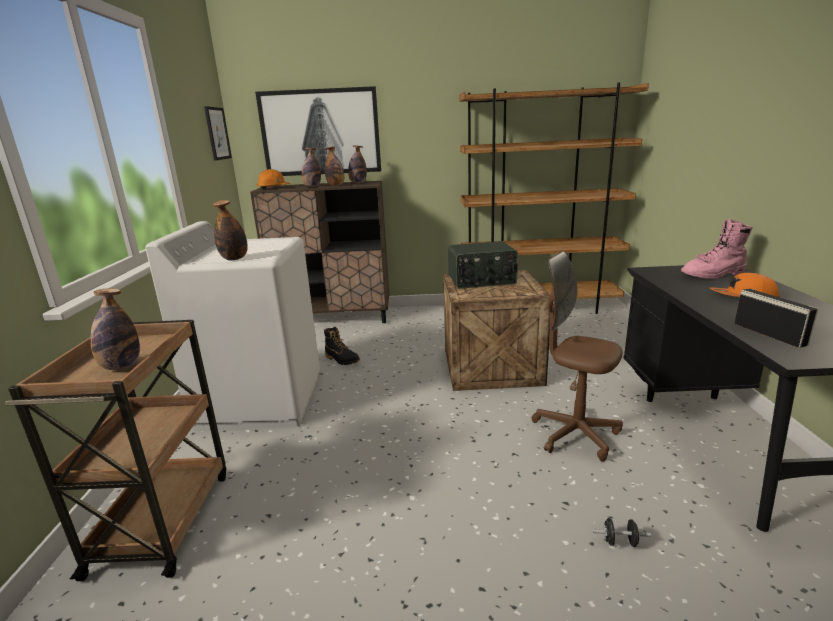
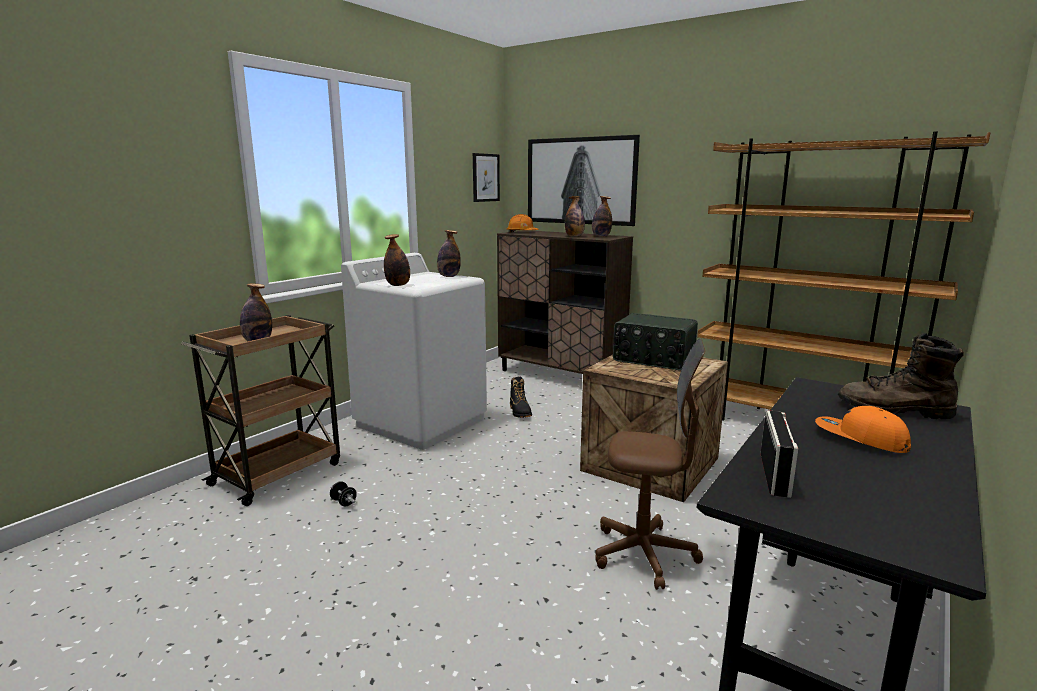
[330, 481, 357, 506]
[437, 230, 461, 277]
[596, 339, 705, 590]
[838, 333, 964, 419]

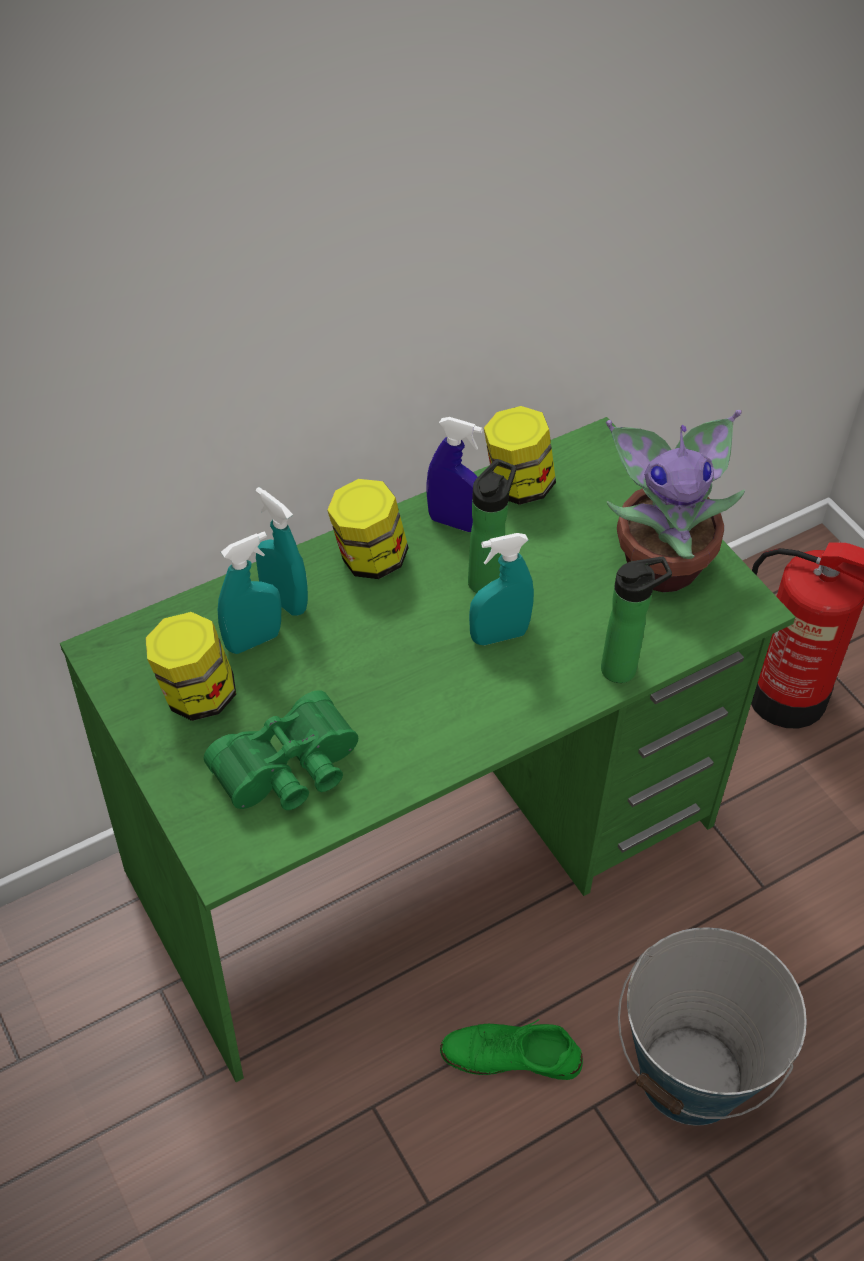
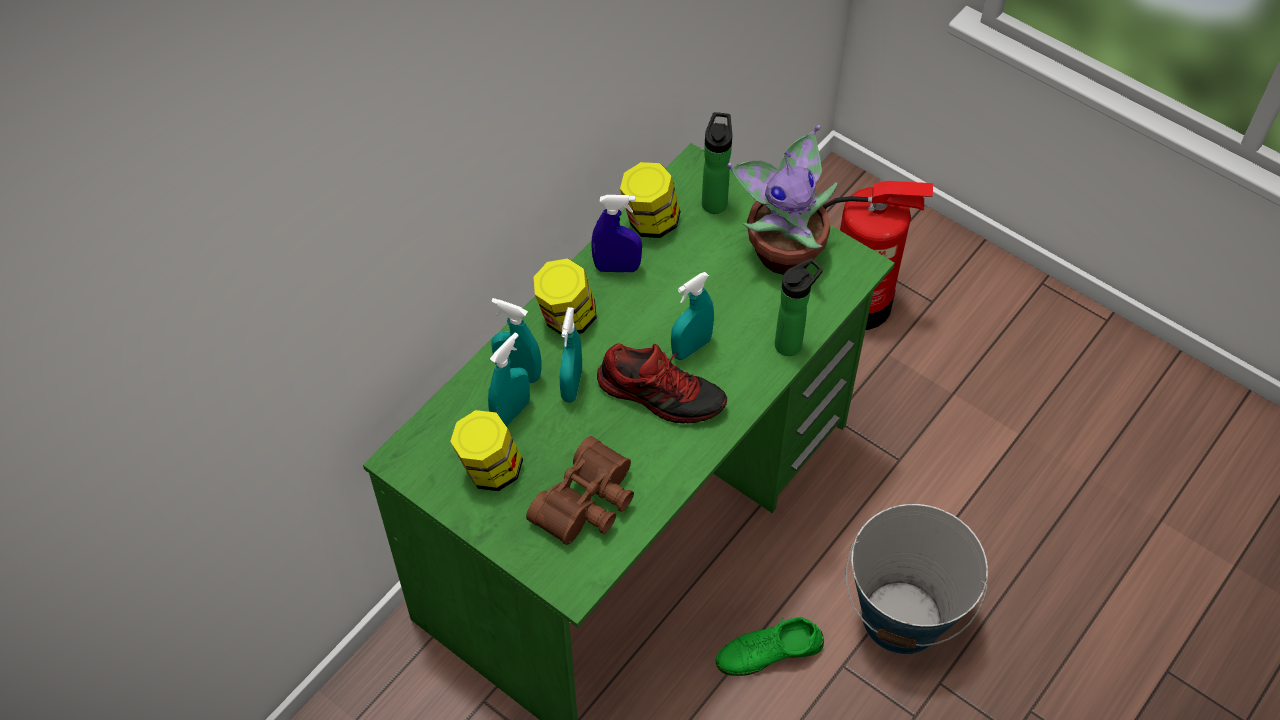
[526, 436, 634, 545]
[560, 307, 582, 403]
[597, 343, 727, 423]
[702, 112, 733, 214]

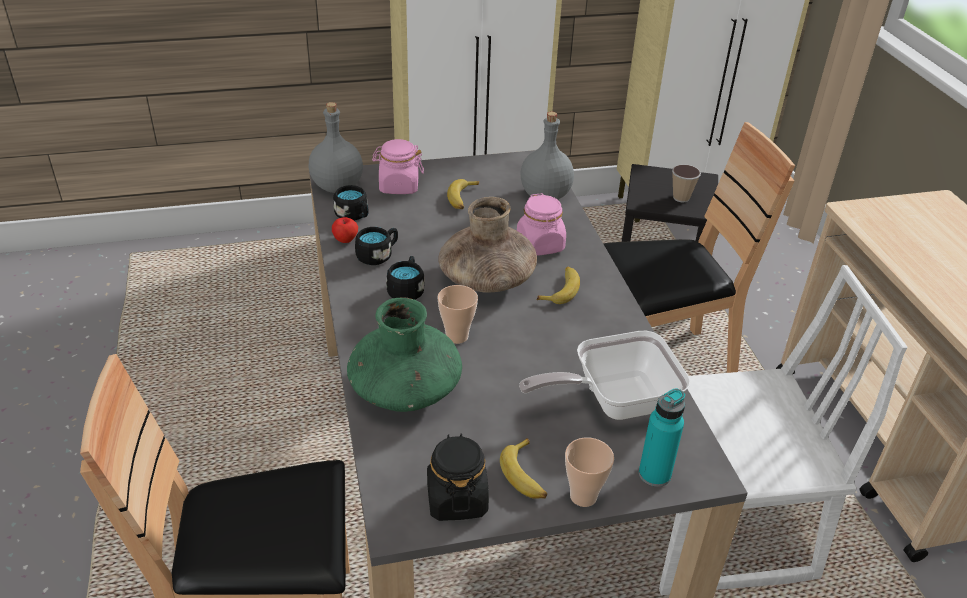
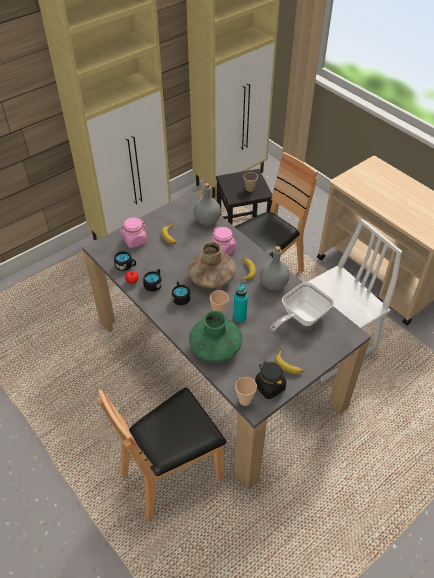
[233, 284, 248, 322]
[235, 377, 257, 406]
[260, 246, 290, 290]

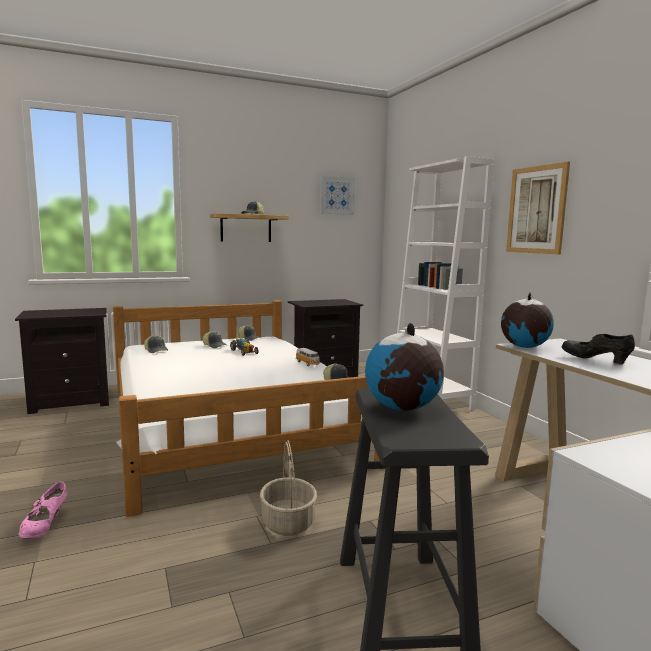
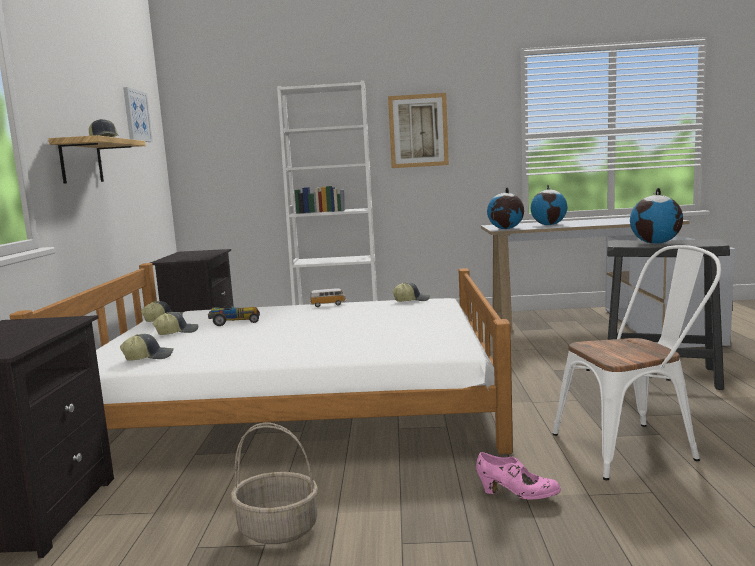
[231, 423, 318, 544]
[531, 185, 567, 225]
[552, 245, 721, 480]

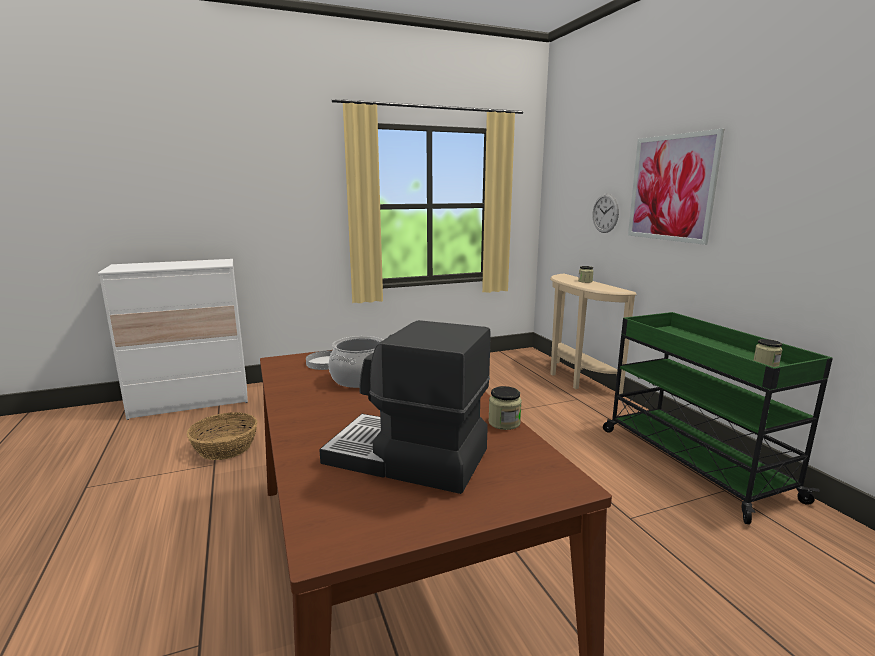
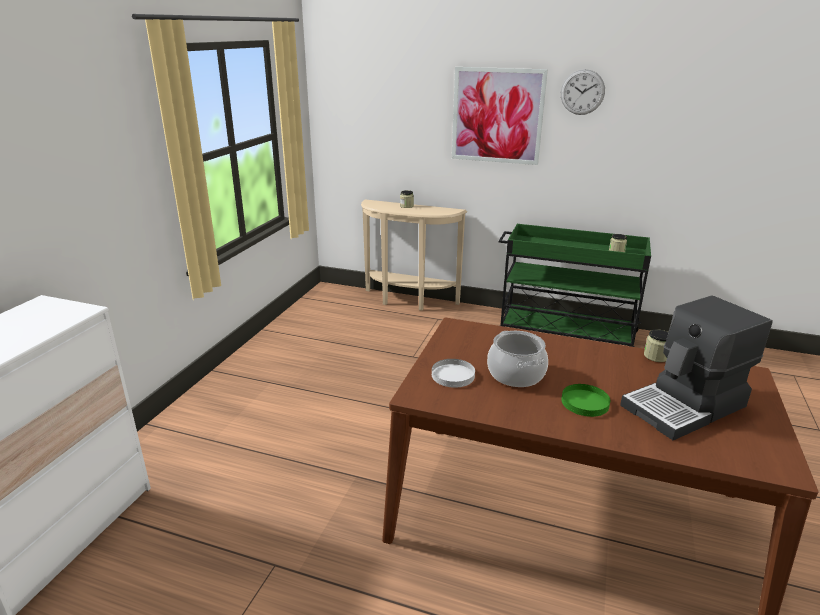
[561, 69, 605, 115]
[561, 384, 610, 417]
[187, 412, 258, 460] (first image)

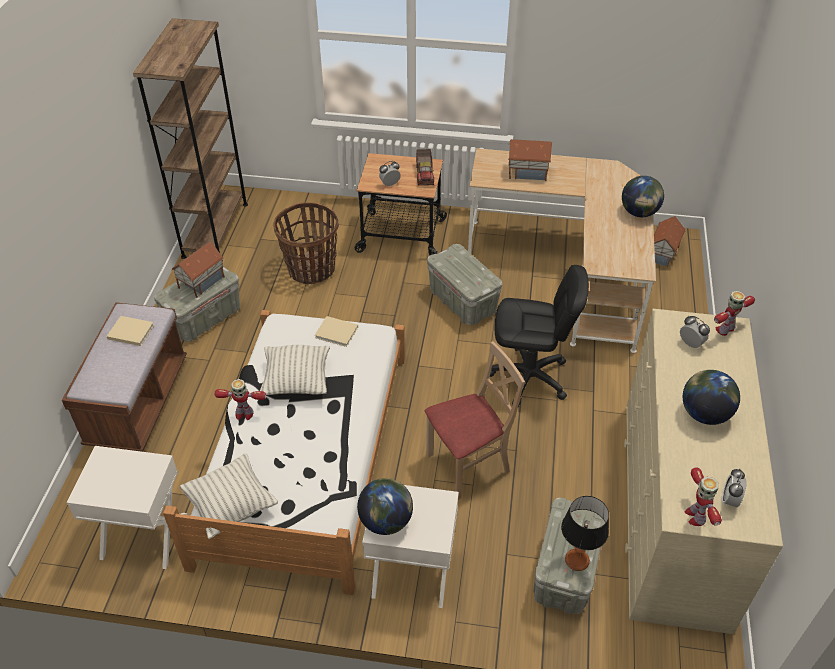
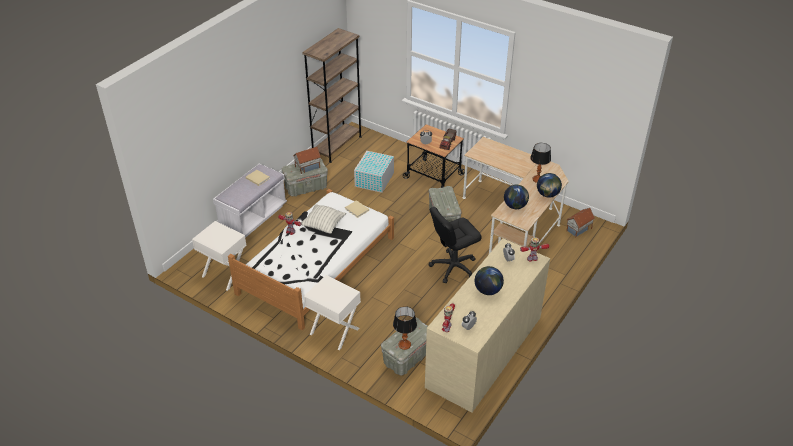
[213, 164, 287, 238]
[354, 151, 394, 193]
[429, 207, 482, 283]
[504, 185, 529, 209]
[530, 143, 551, 183]
[180, 453, 278, 539] (first image)
[425, 341, 525, 499] (first image)
[508, 139, 552, 181] (first image)

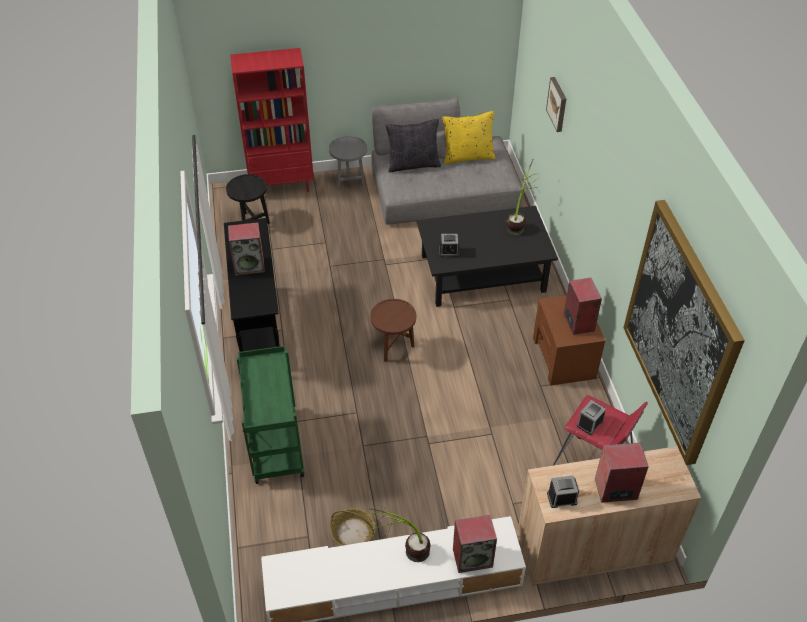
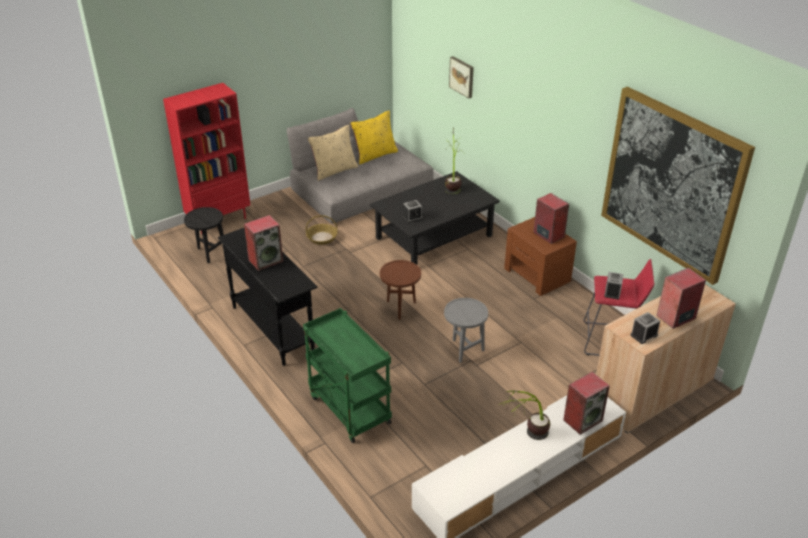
[306, 215, 338, 245]
[308, 125, 358, 181]
[444, 298, 488, 363]

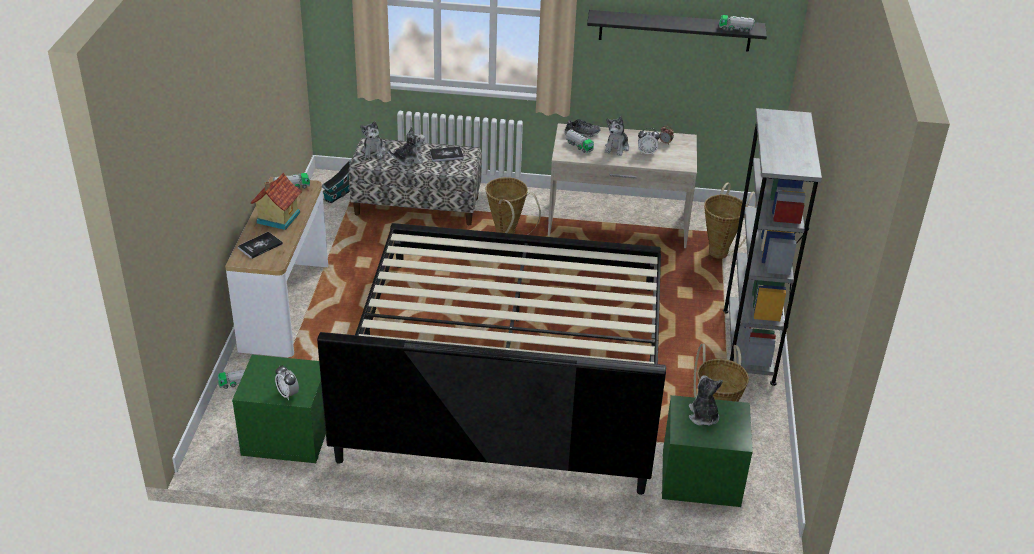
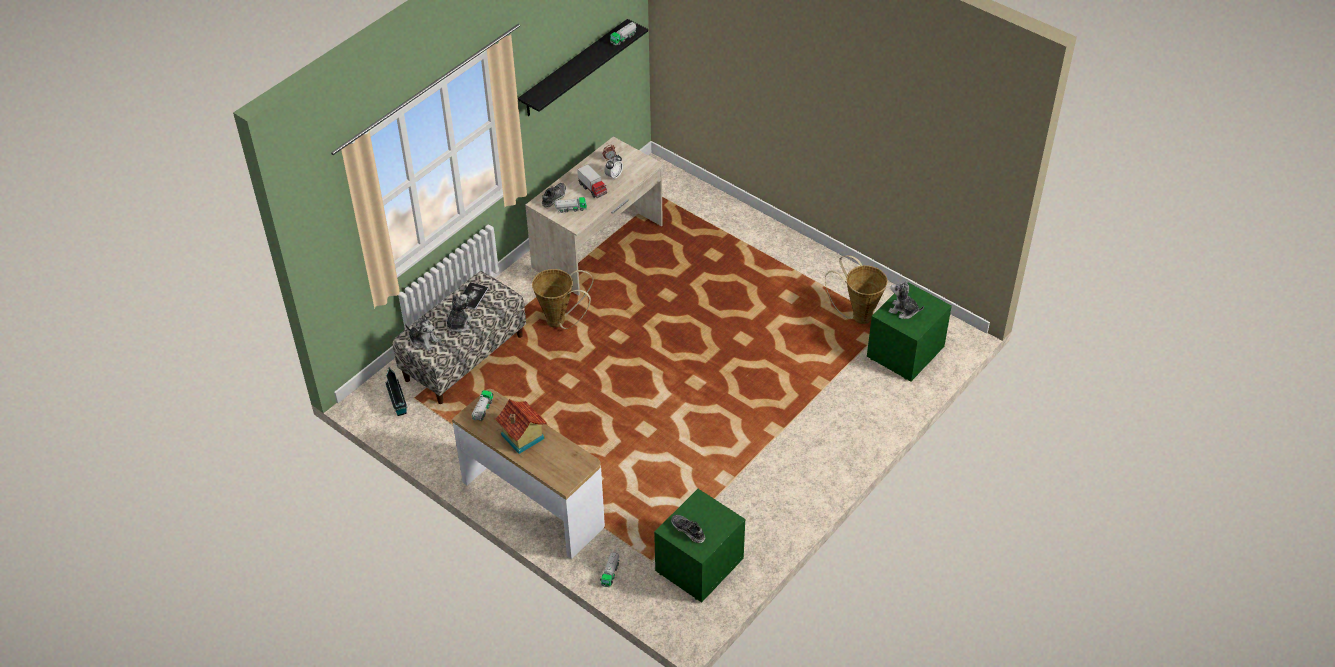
[577, 164, 607, 198]
[671, 515, 705, 543]
[238, 232, 283, 259] (first image)
[275, 365, 299, 400] (first image)
[317, 223, 666, 495] (first image)
[704, 183, 756, 259] (first image)
[723, 108, 822, 386] (first image)

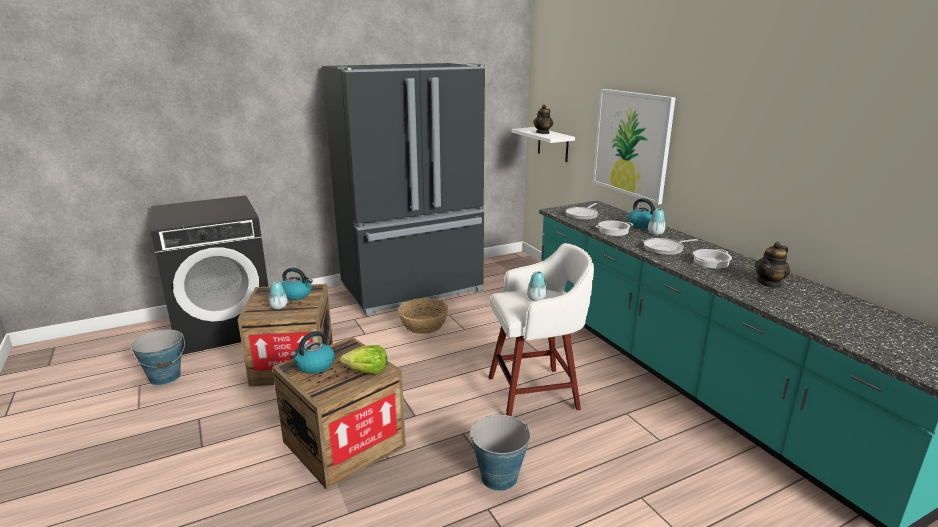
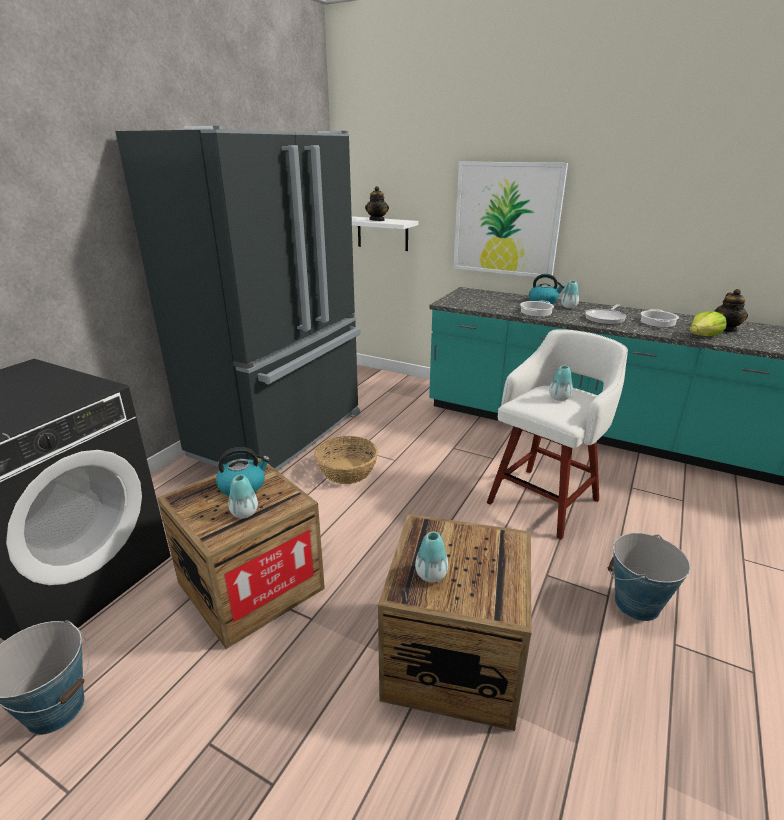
[415, 531, 448, 582]
[690, 311, 727, 336]
[566, 203, 598, 220] (first image)

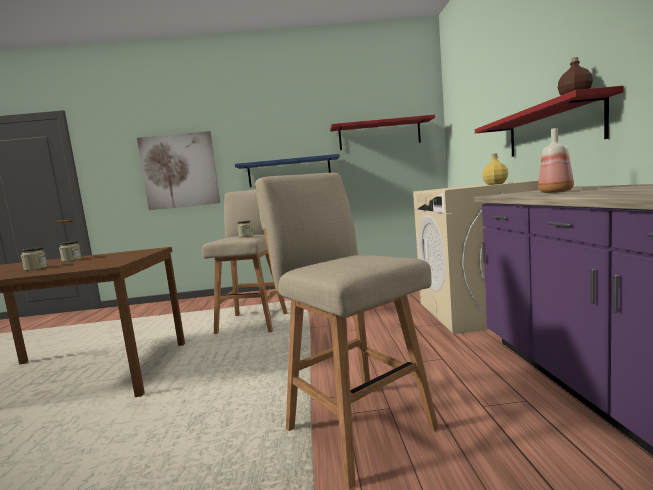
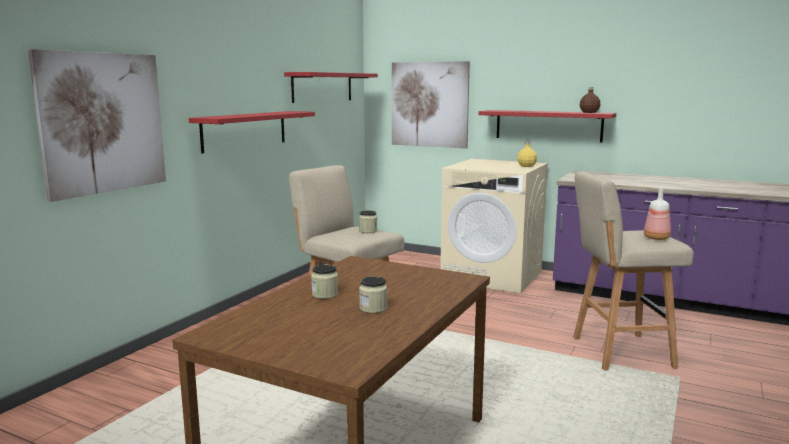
[189, 111, 315, 153]
[392, 61, 470, 148]
[644, 188, 671, 240]

